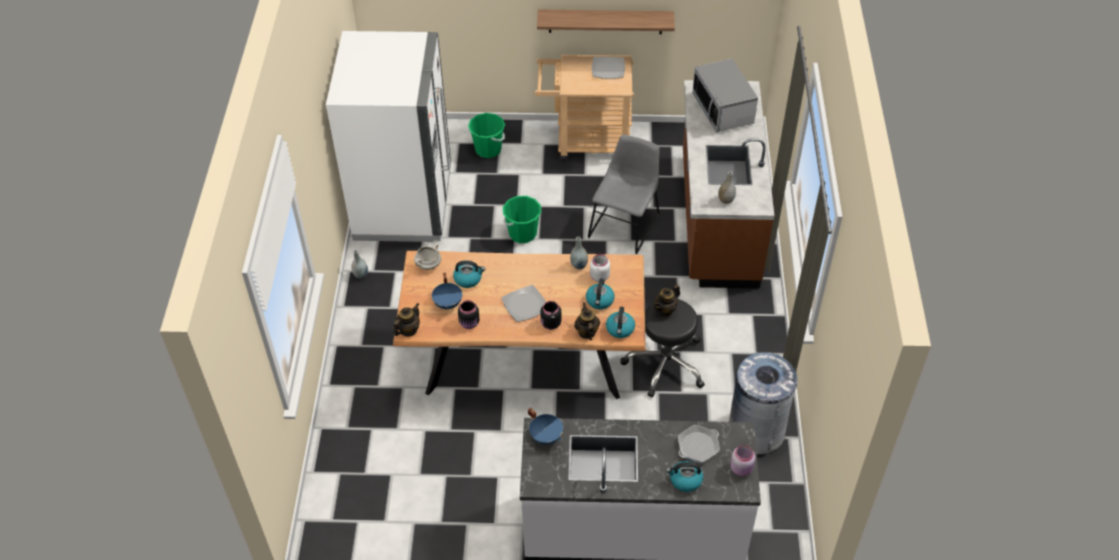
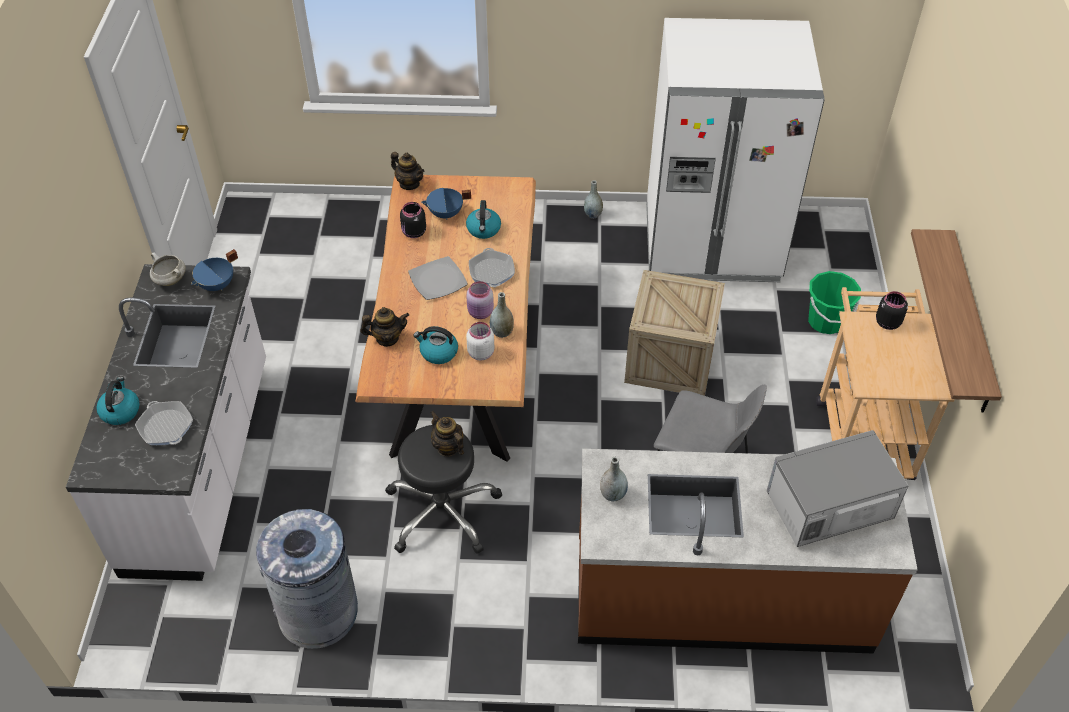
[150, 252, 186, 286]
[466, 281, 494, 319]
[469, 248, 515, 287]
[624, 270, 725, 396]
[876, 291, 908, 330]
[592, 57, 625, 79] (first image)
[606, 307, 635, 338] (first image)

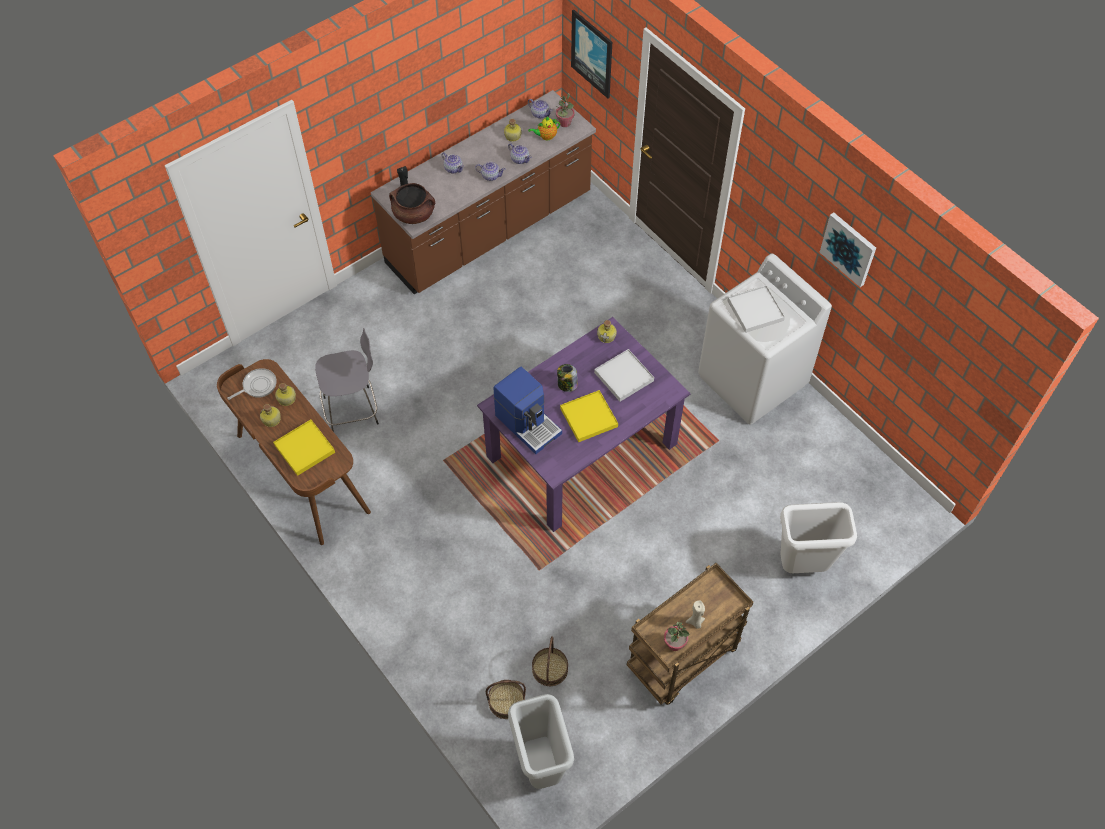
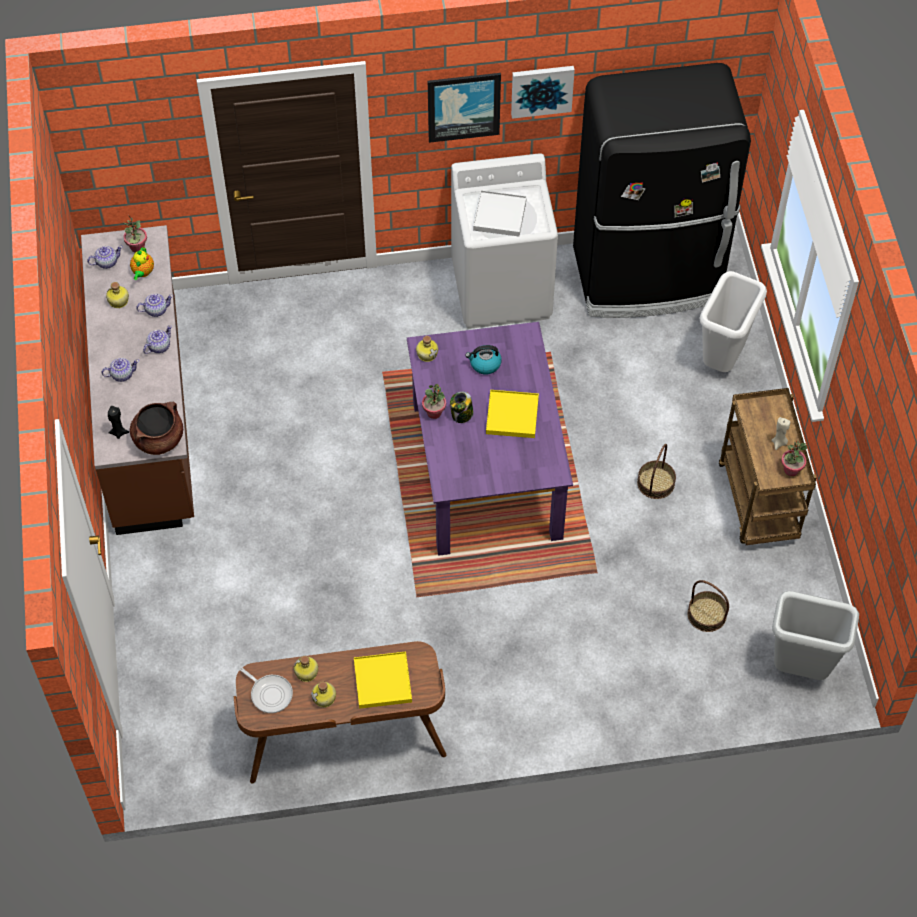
[239, 667, 293, 713]
[422, 384, 446, 419]
[428, 73, 501, 143]
[465, 345, 502, 374]
[573, 63, 751, 318]
[637, 444, 676, 499]
[315, 328, 379, 432] (first image)
[493, 367, 562, 454] (first image)

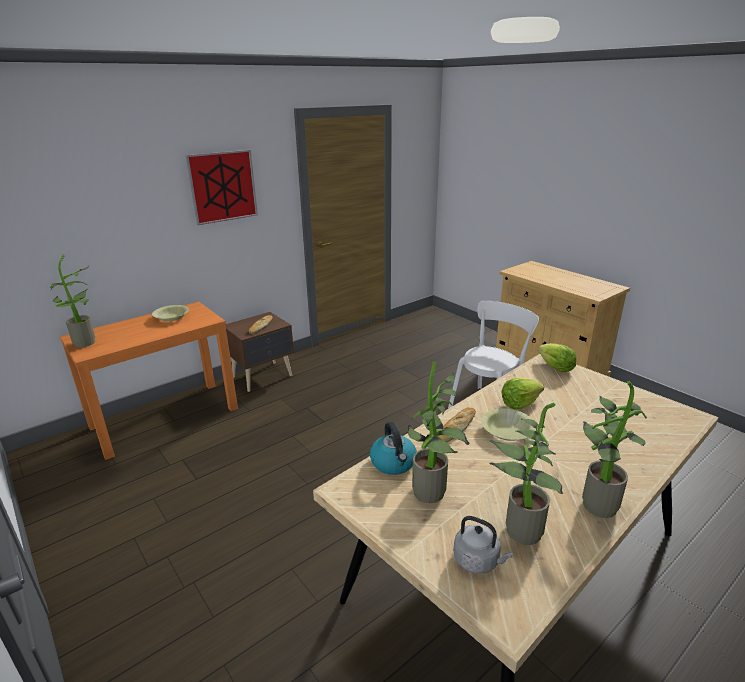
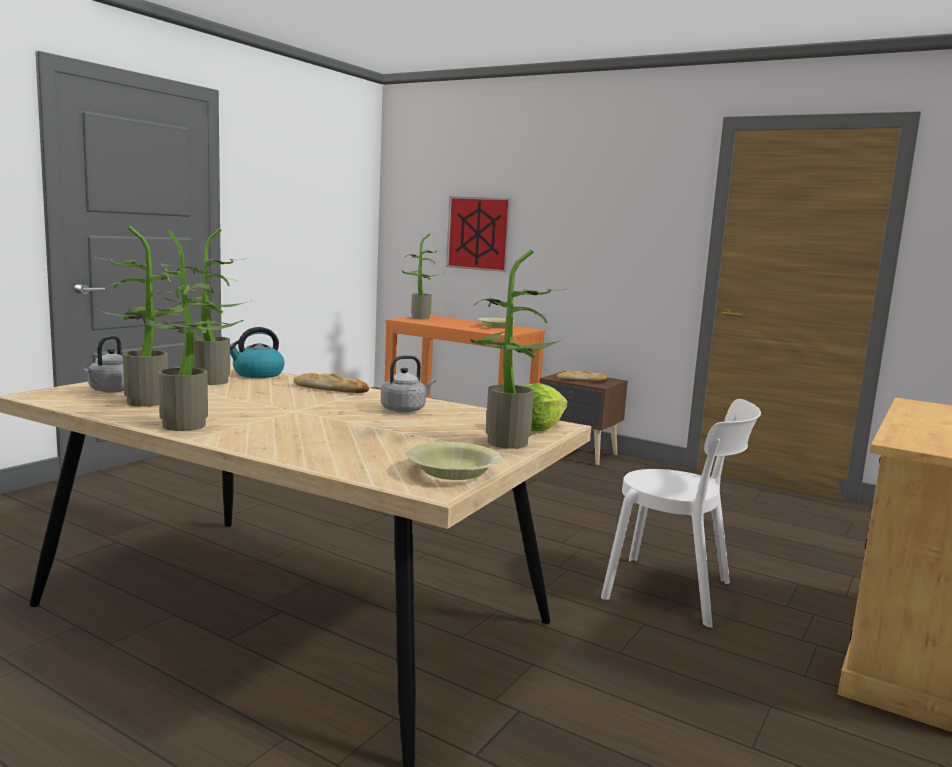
[381, 355, 436, 413]
[407, 442, 502, 480]
[446, 197, 512, 272]
[471, 249, 571, 449]

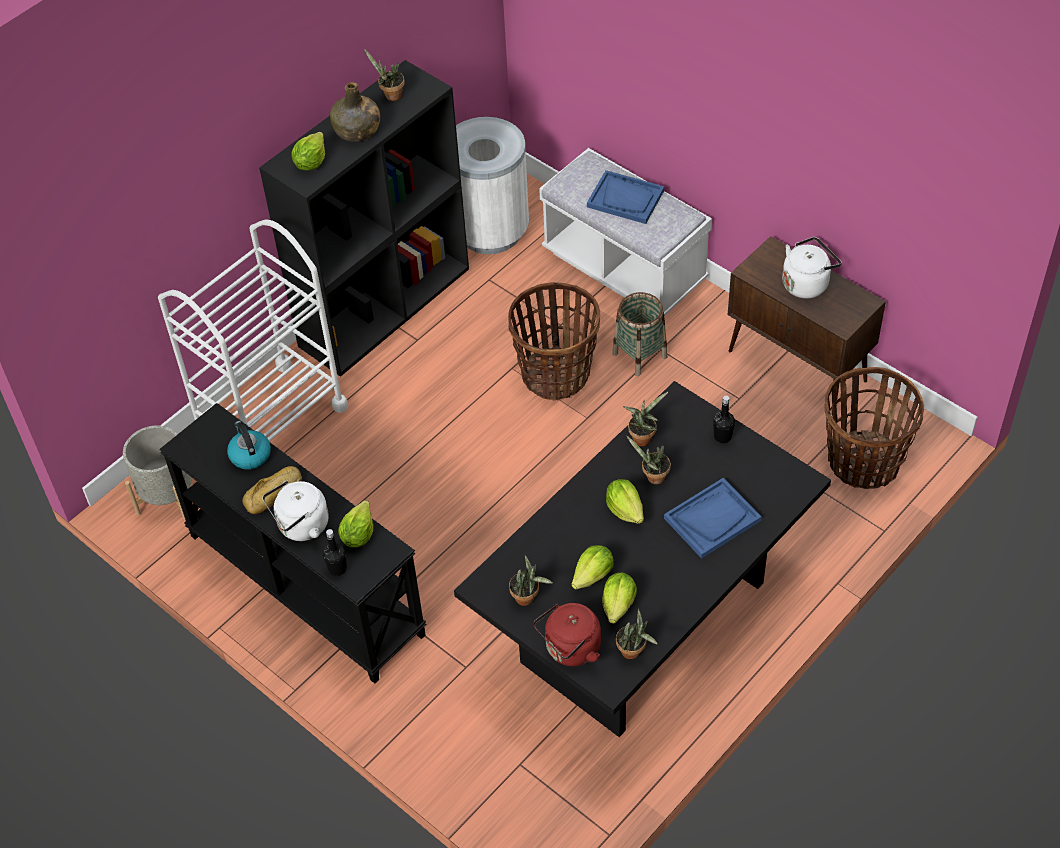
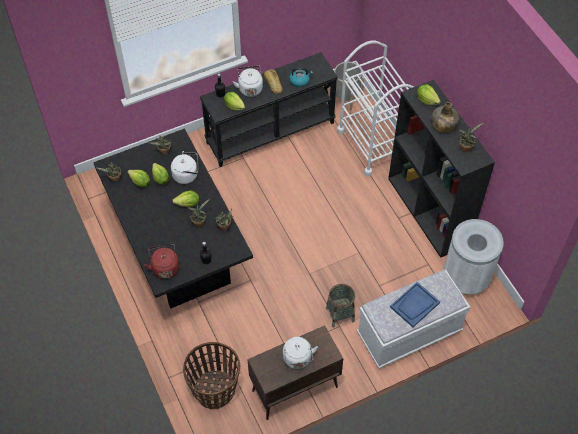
[144, 243, 179, 279]
[171, 151, 198, 184]
[508, 282, 600, 400] (first image)
[664, 478, 762, 559] (first image)

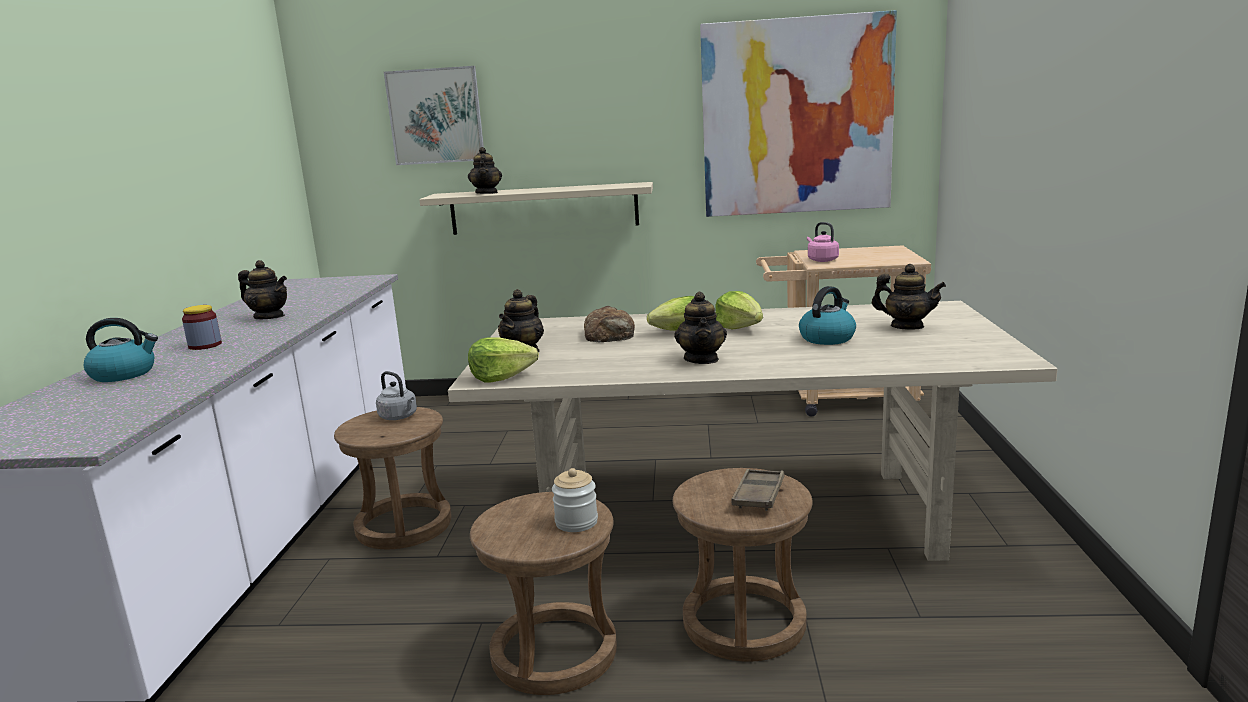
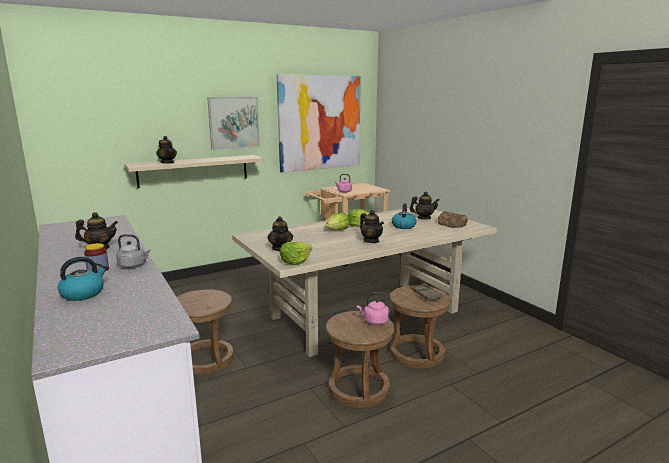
[116, 234, 151, 268]
[207, 97, 260, 150]
[357, 292, 389, 325]
[438, 211, 468, 228]

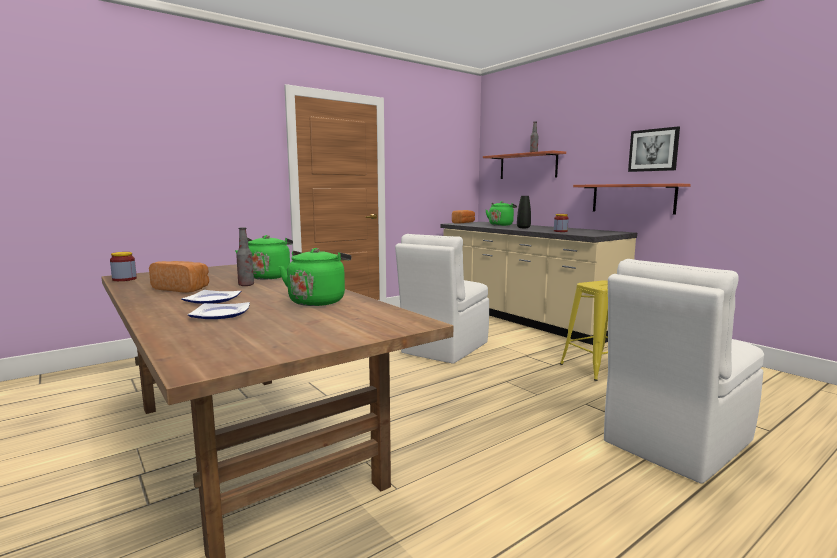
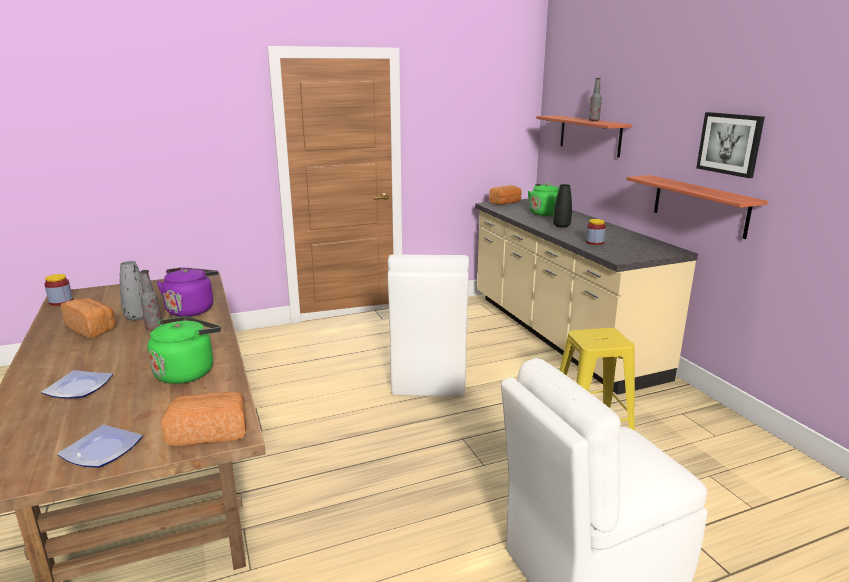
[57, 425, 143, 468]
[120, 261, 144, 321]
[157, 267, 218, 317]
[161, 392, 246, 446]
[388, 254, 469, 396]

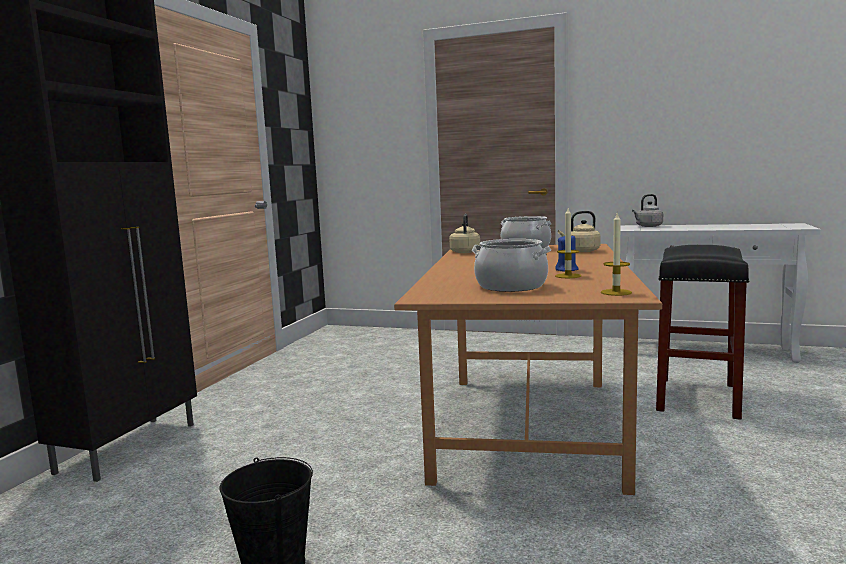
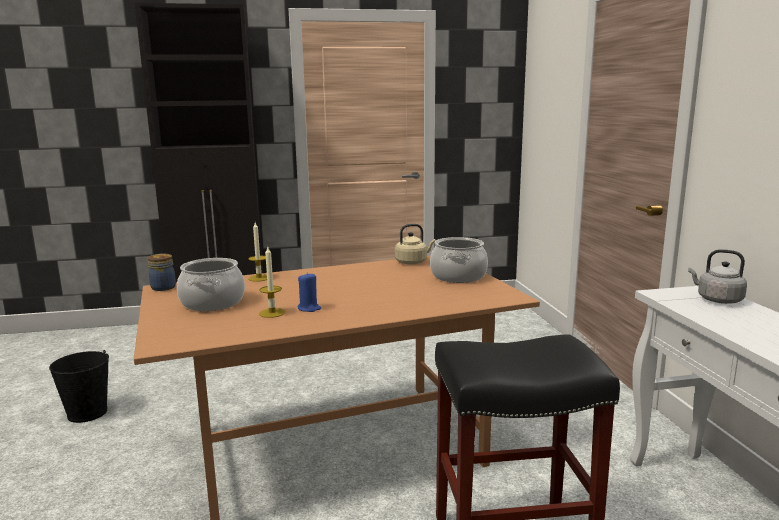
[148, 254, 176, 291]
[248, 222, 267, 282]
[558, 211, 601, 252] (first image)

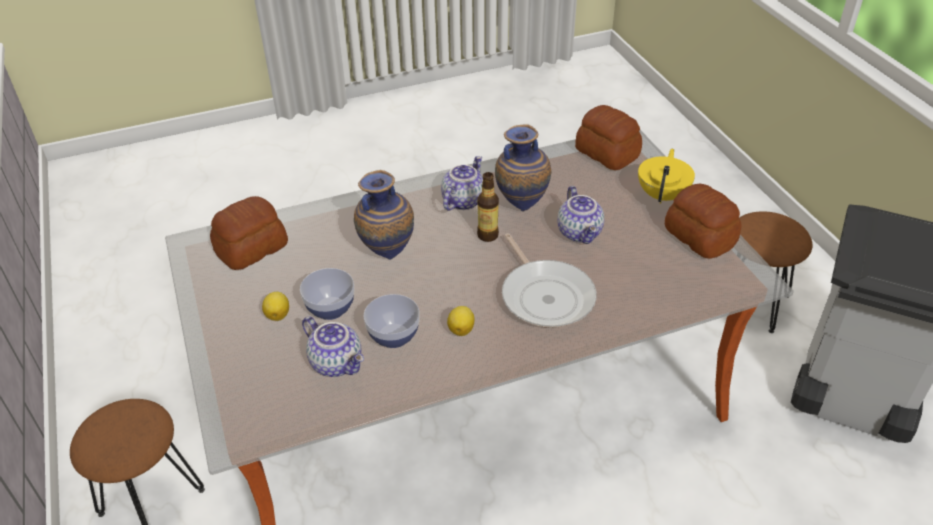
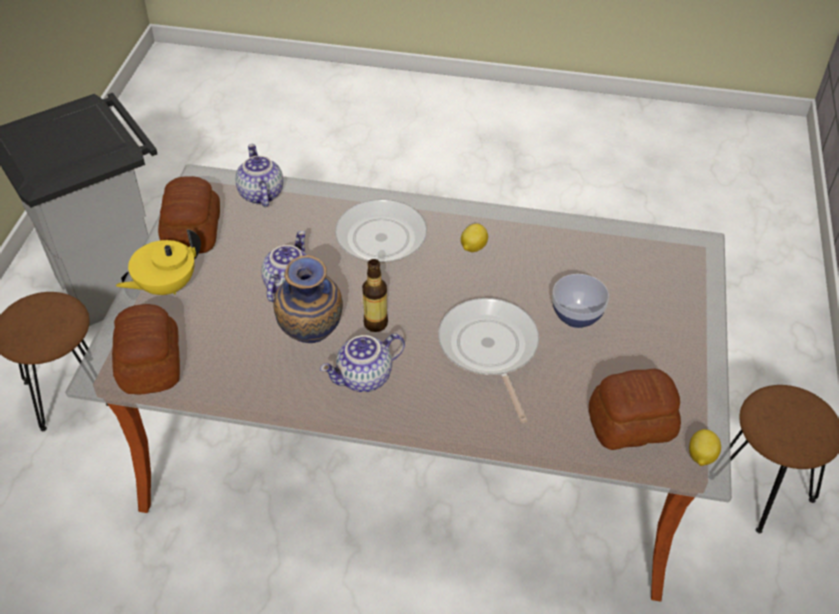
[235, 144, 283, 207]
[438, 298, 539, 423]
[689, 429, 721, 466]
[364, 294, 419, 348] (first image)

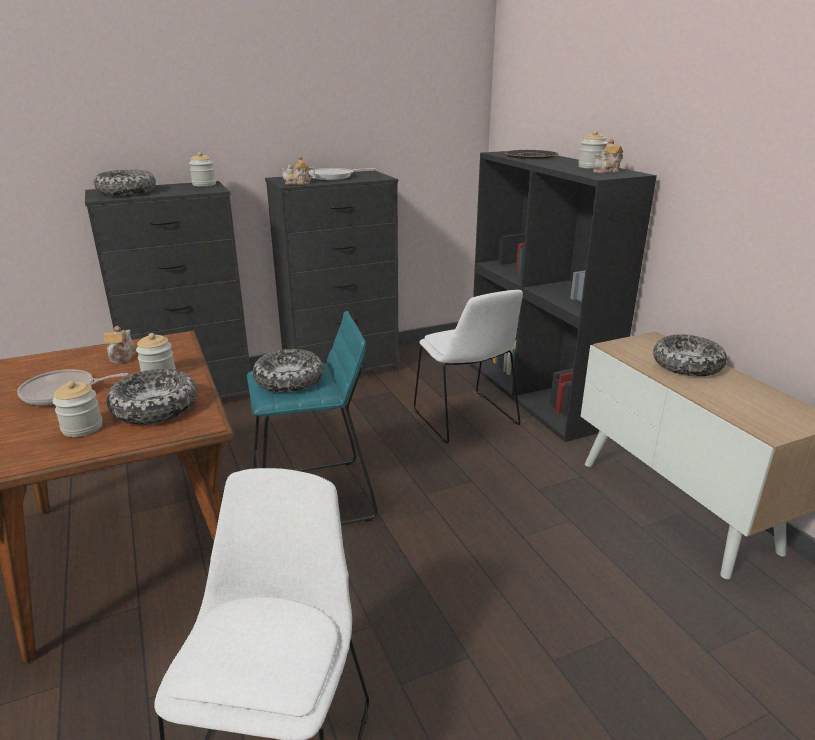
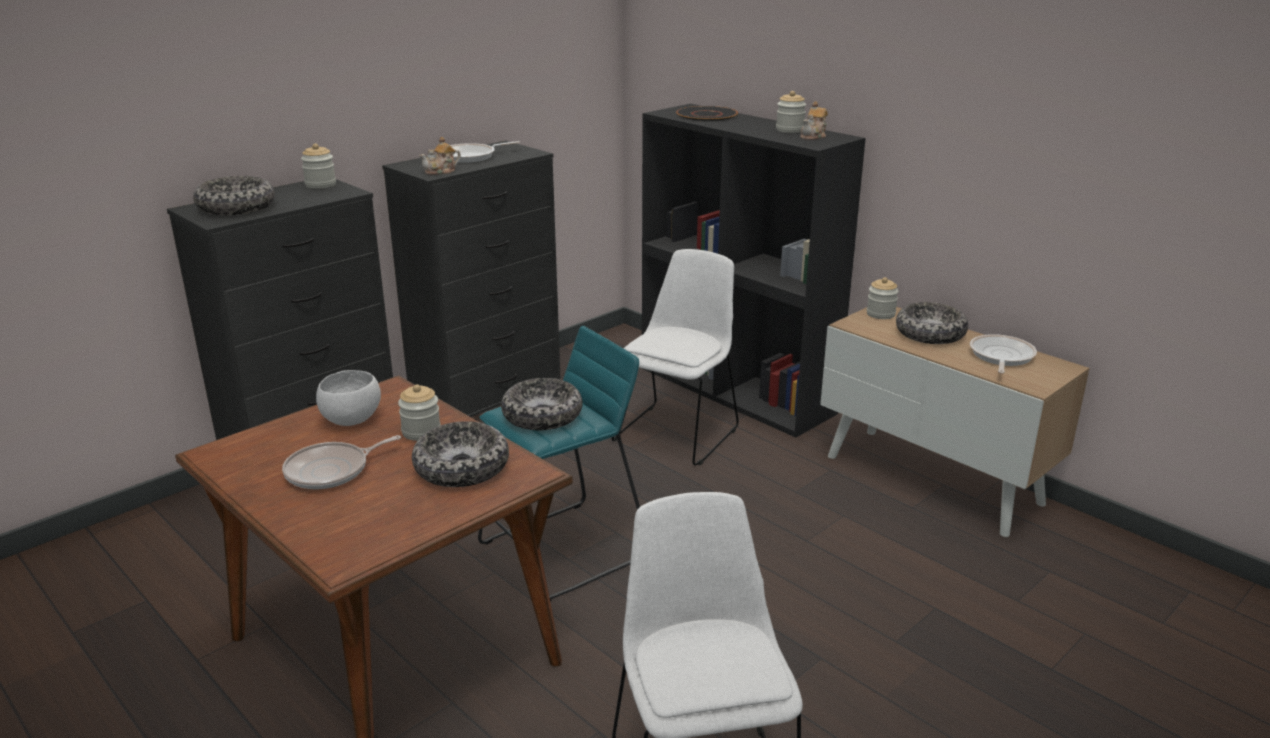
[316, 370, 381, 426]
[612, 249, 739, 465]
[867, 277, 899, 319]
[970, 334, 1037, 374]

